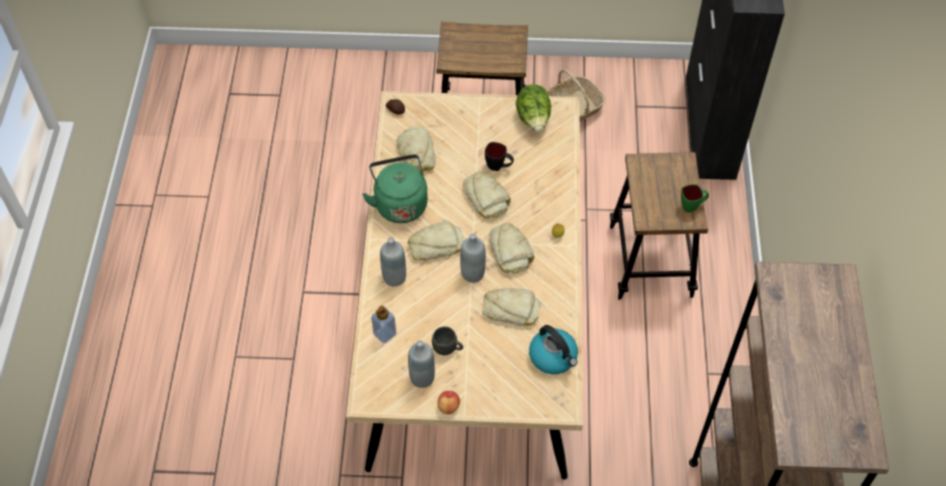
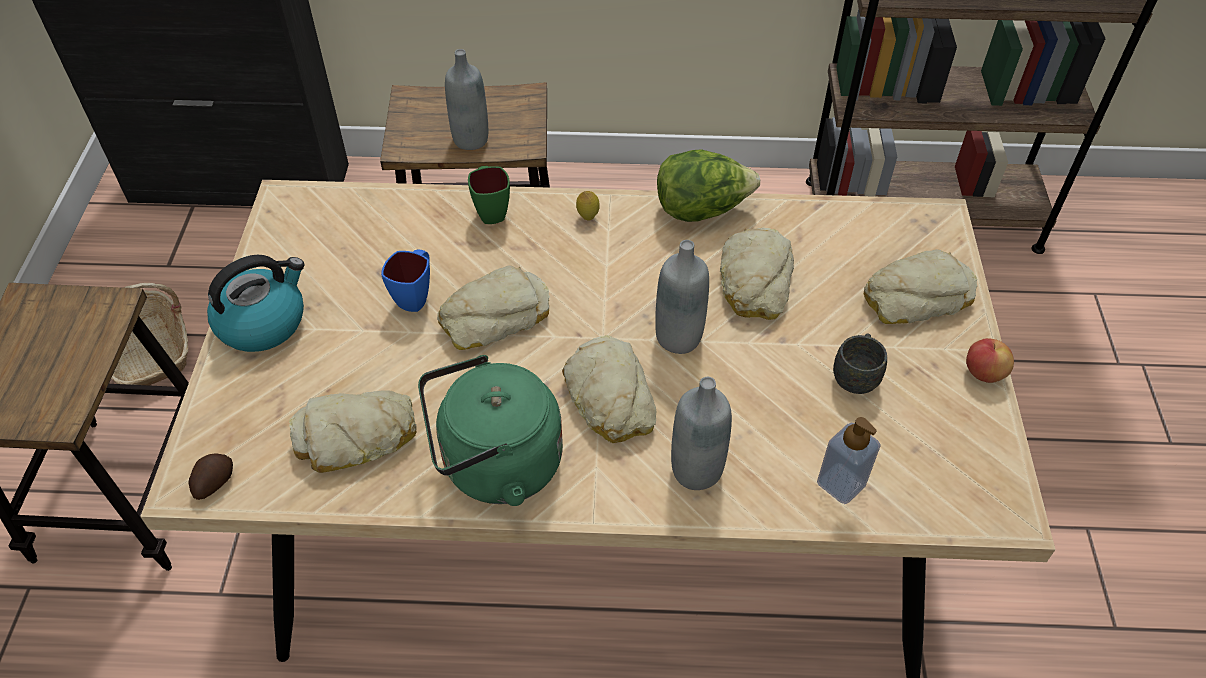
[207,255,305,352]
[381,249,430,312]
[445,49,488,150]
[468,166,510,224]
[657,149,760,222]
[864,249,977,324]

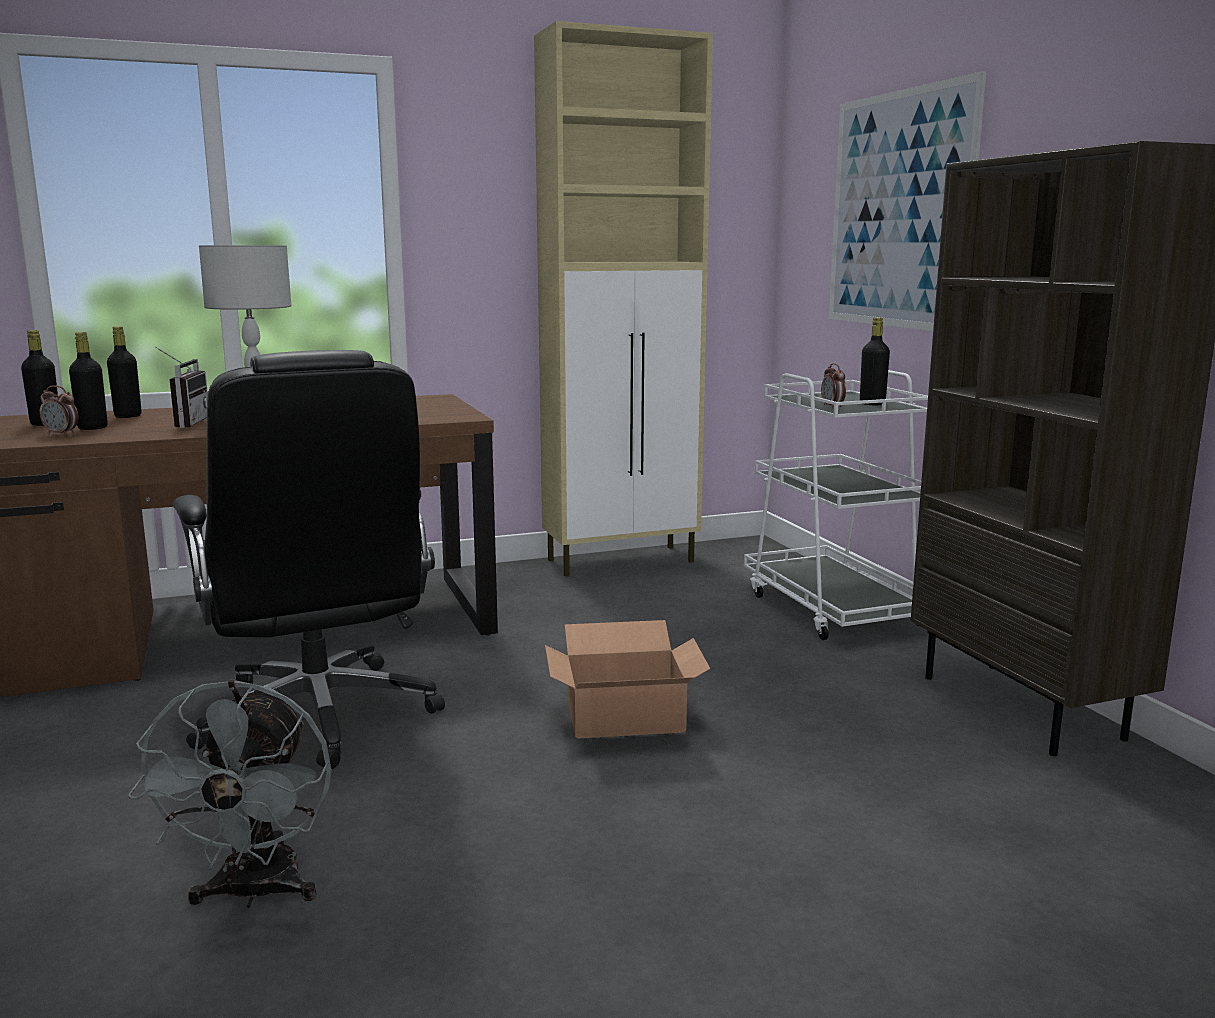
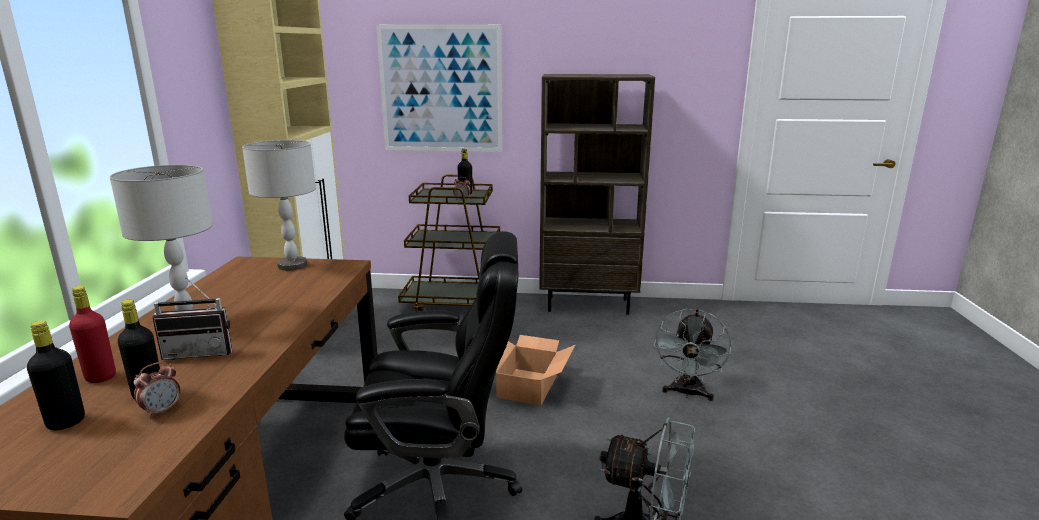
[69,286,116,383]
[153,277,232,360]
[242,140,316,271]
[398,174,500,311]
[653,309,731,401]

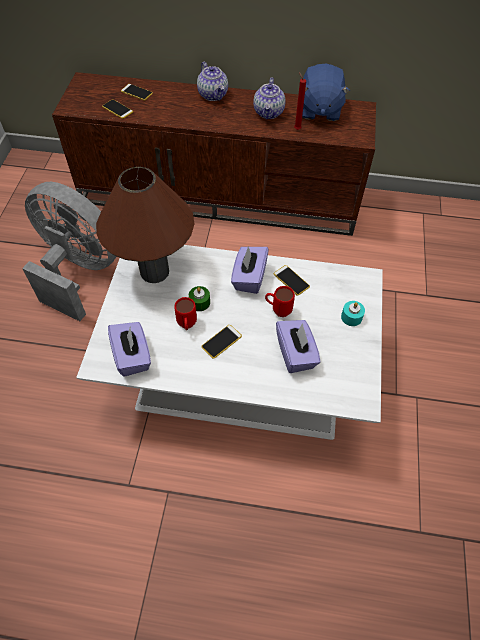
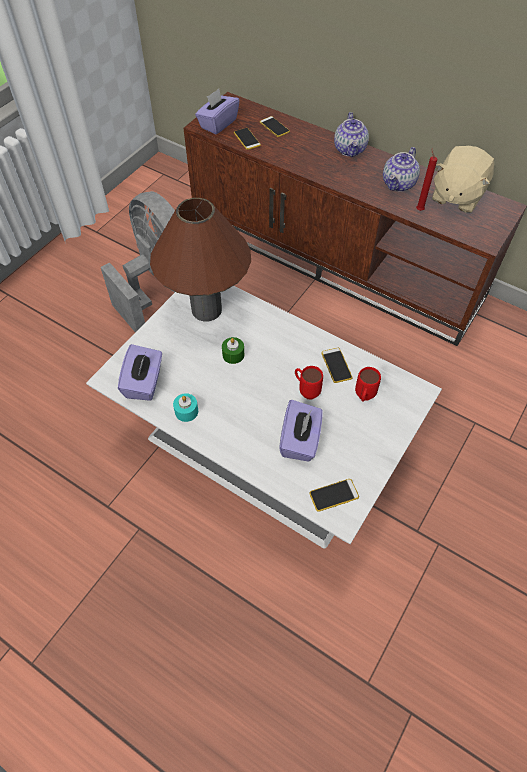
[173,393,198,422]
[195,89,239,134]
[309,479,359,512]
[355,367,381,402]
[432,146,494,213]

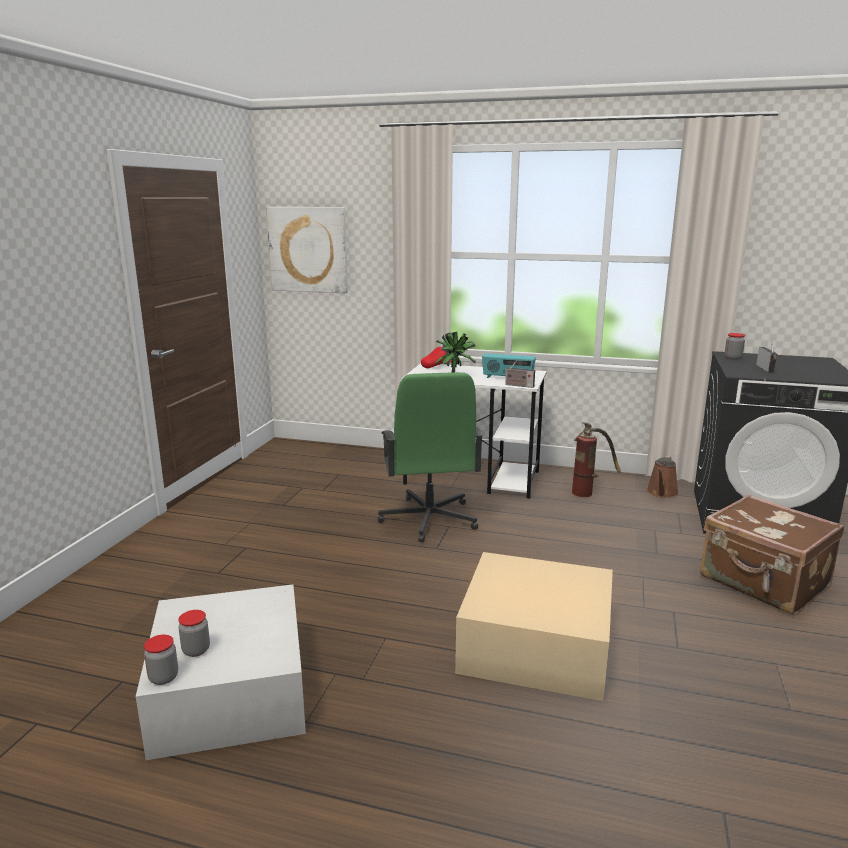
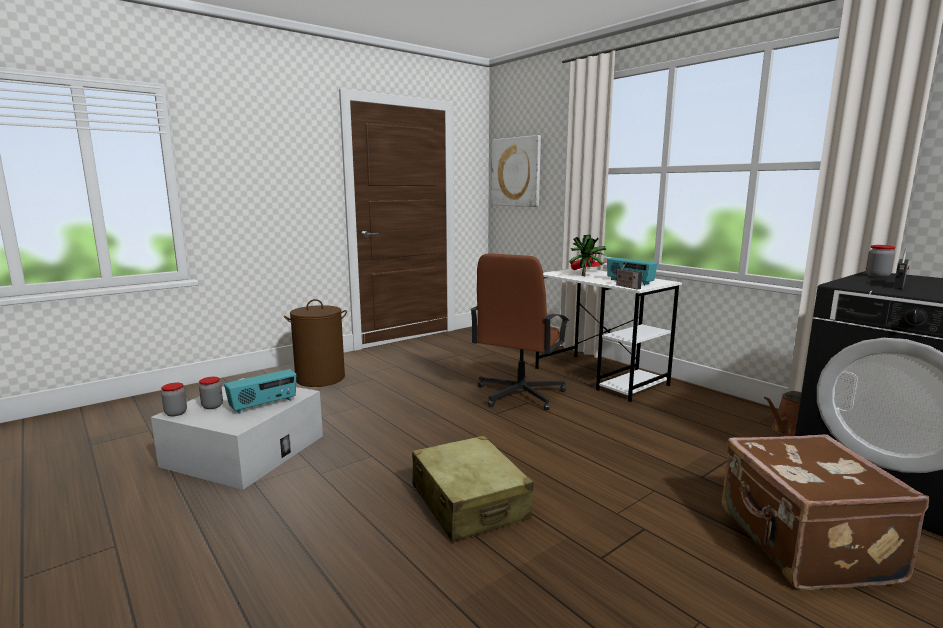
[224,369,296,414]
[284,299,347,387]
[412,435,534,542]
[470,253,569,410]
[572,422,621,497] (first image)

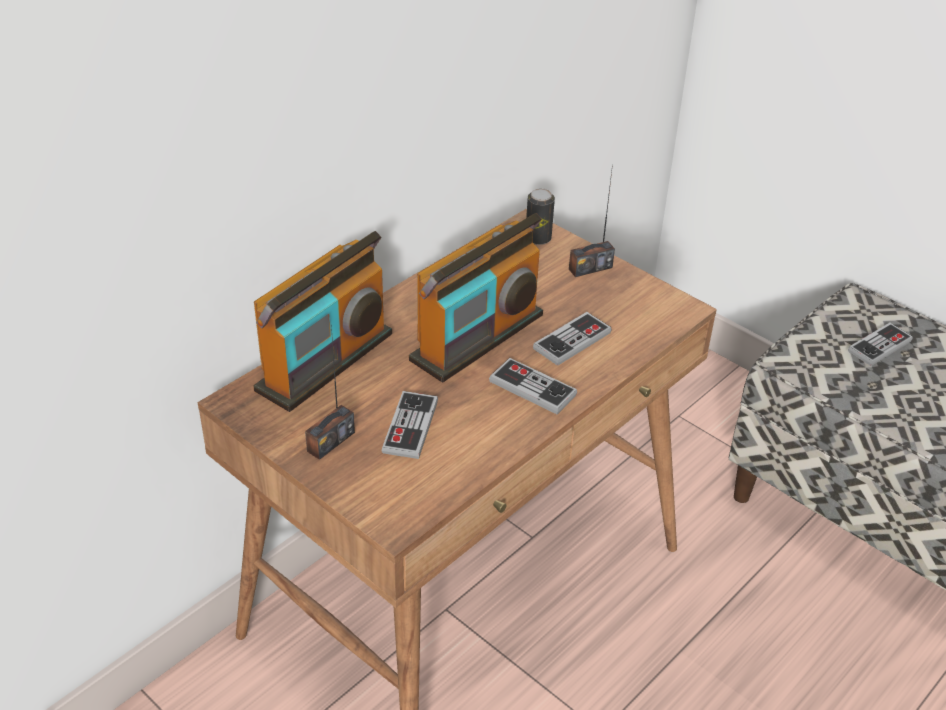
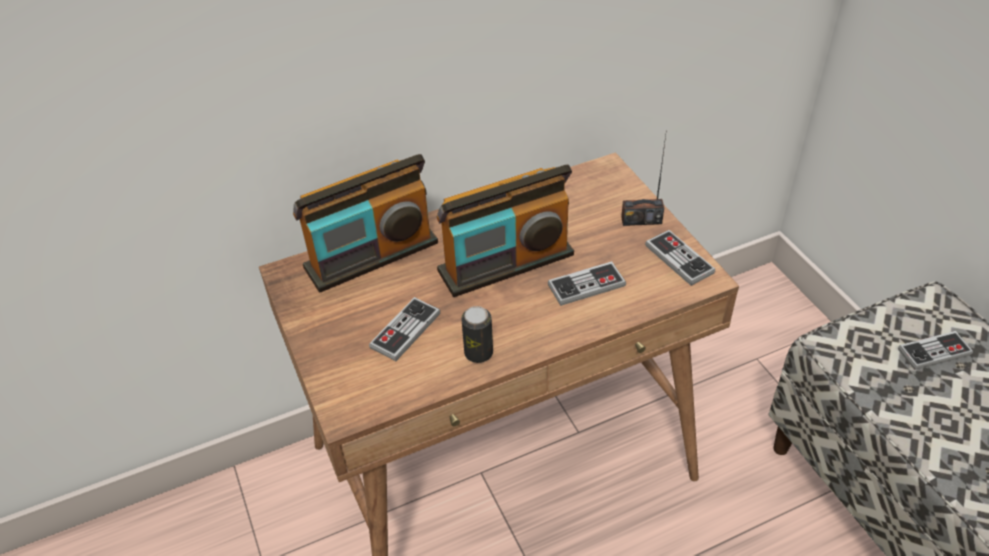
[461,306,493,363]
[645,230,715,286]
[305,324,355,460] (first image)

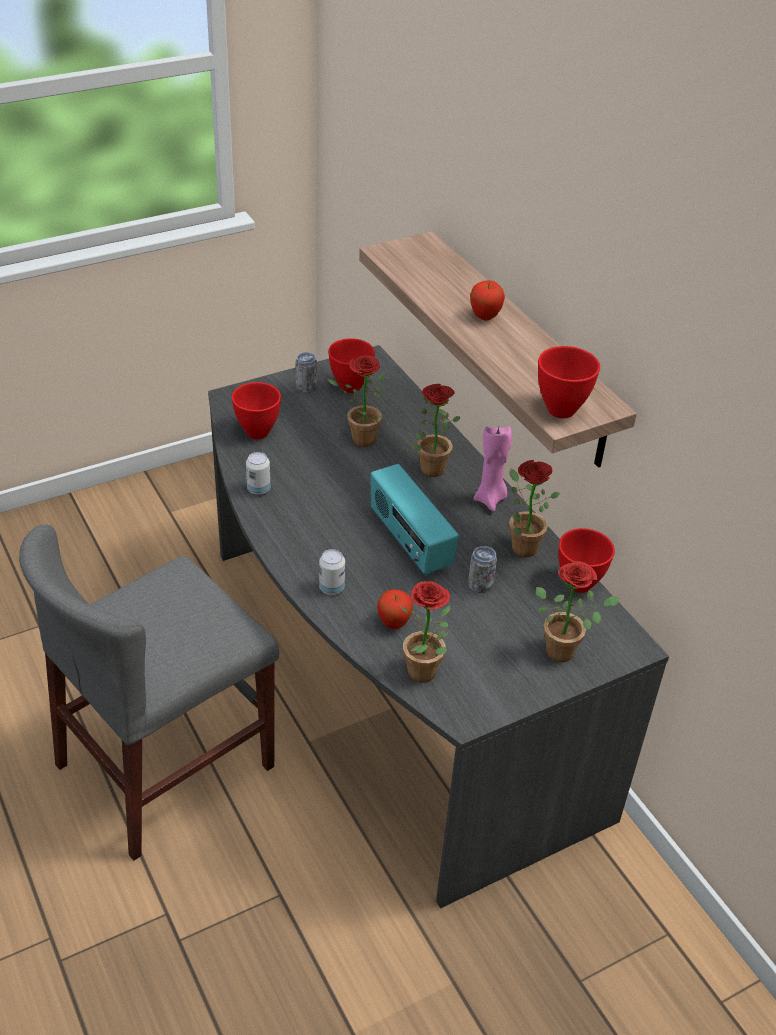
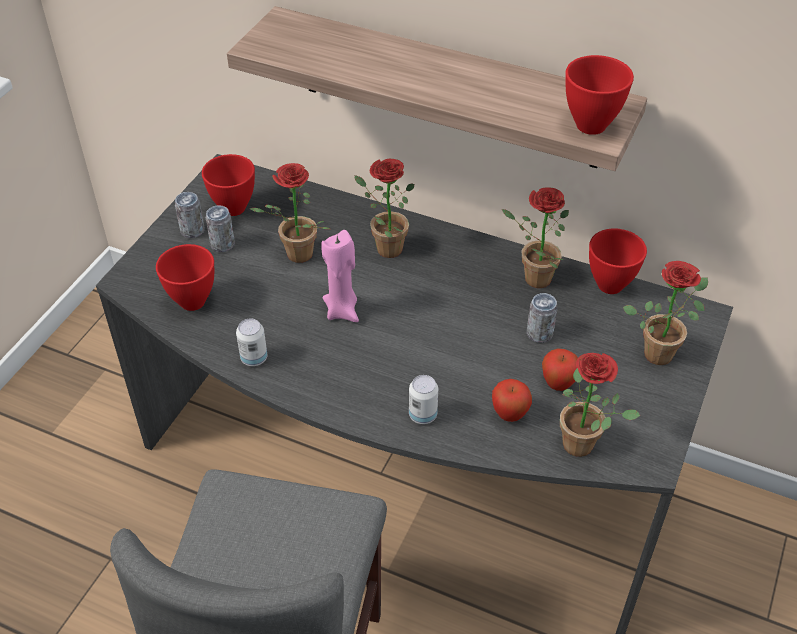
[205,205,235,252]
[321,230,359,322]
[542,348,578,391]
[370,464,459,575] (first image)

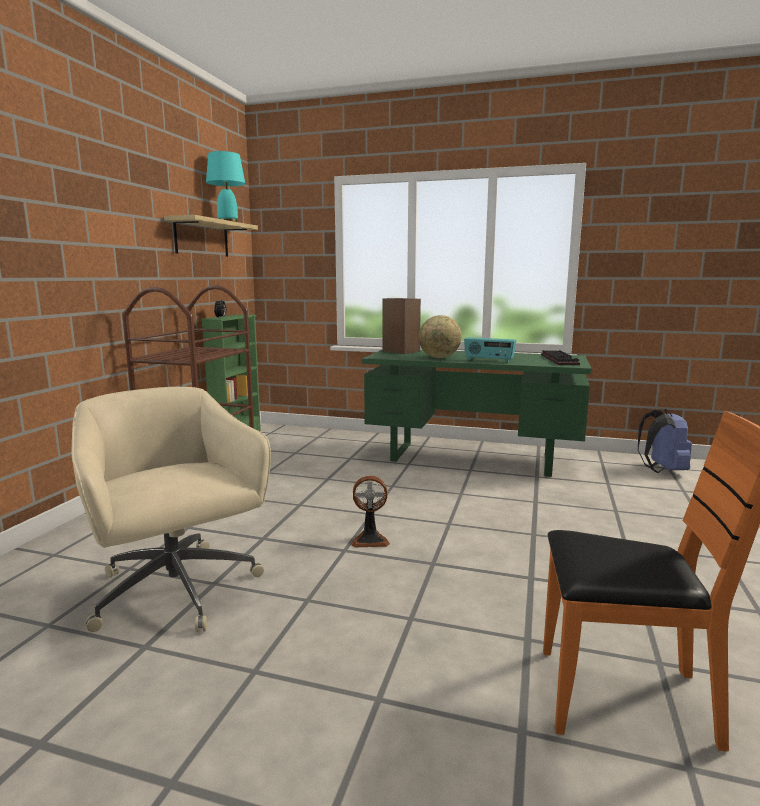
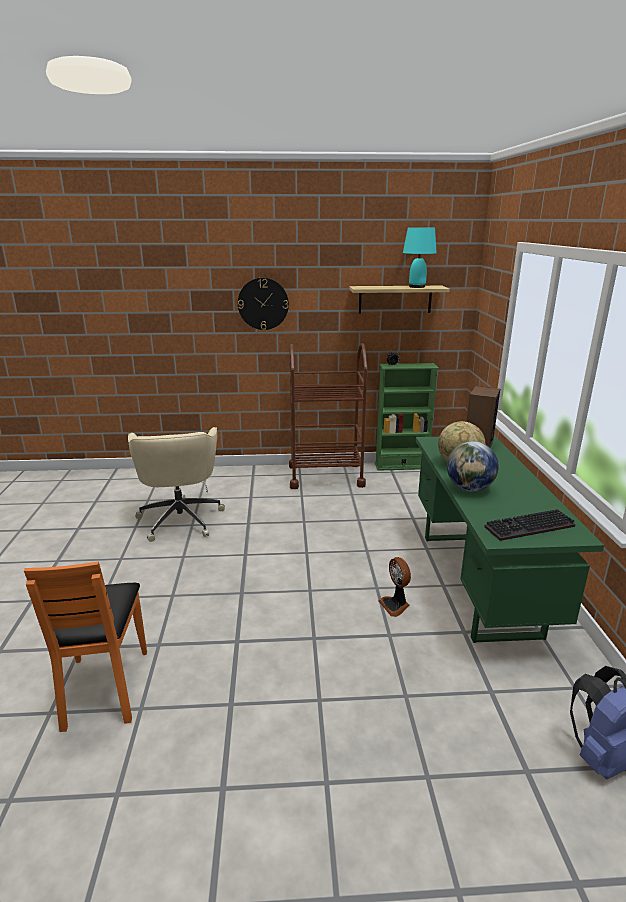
[128,427,225,542]
[238,278,289,330]
[378,557,411,617]
[447,441,499,491]

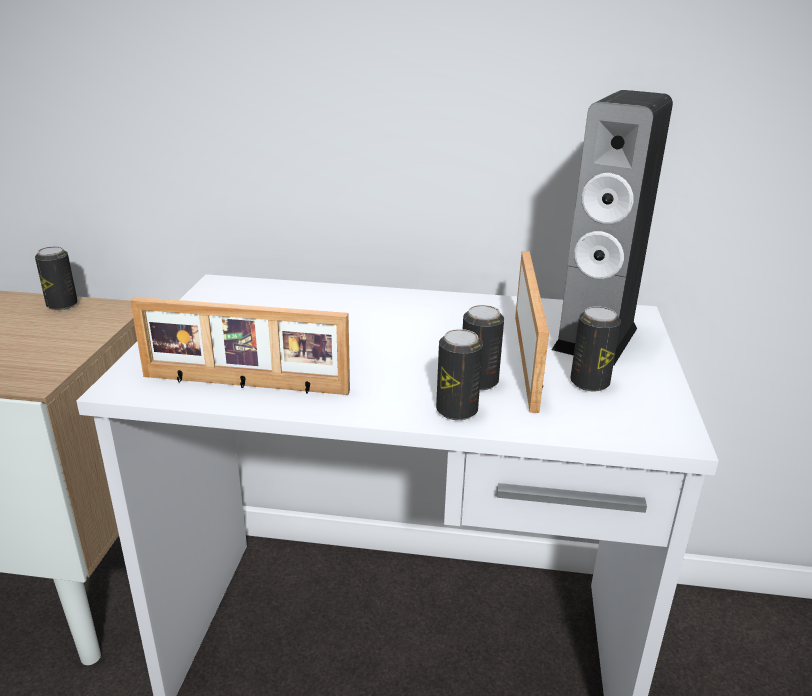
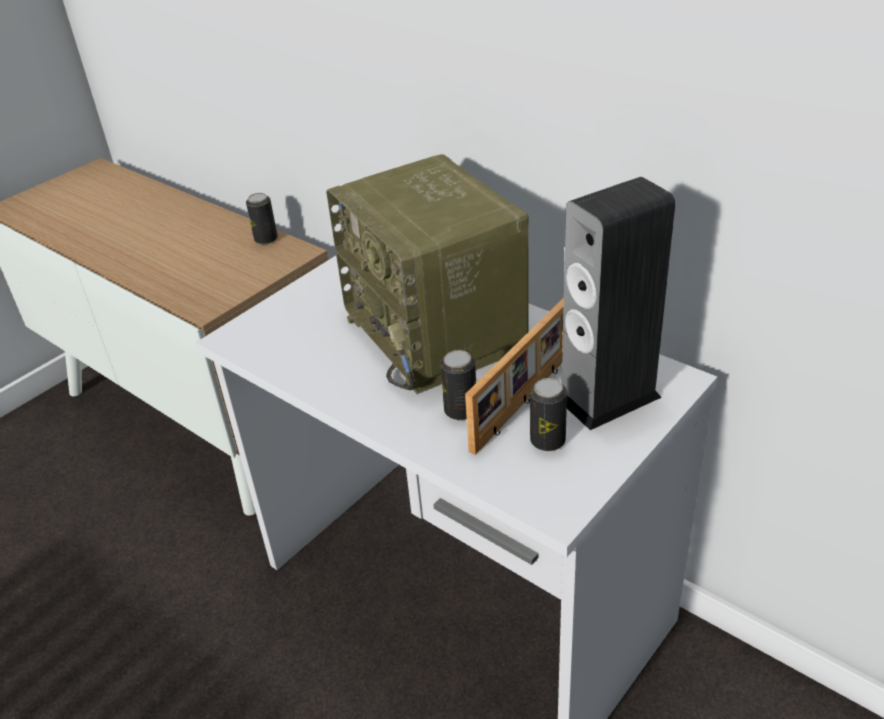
[326,154,529,394]
[130,297,350,395] (first image)
[436,329,483,420] (first image)

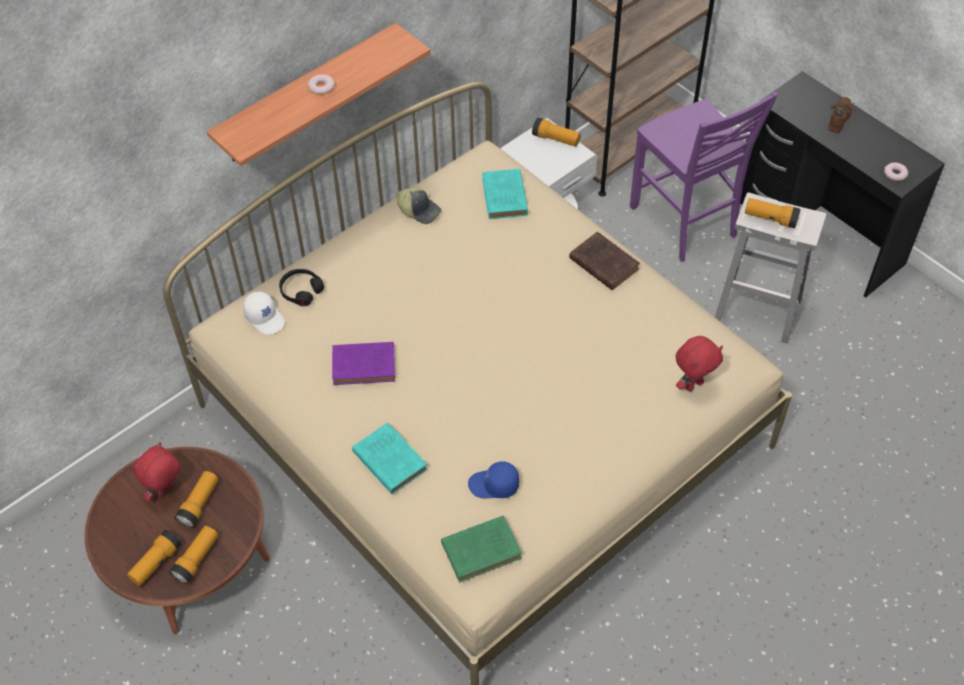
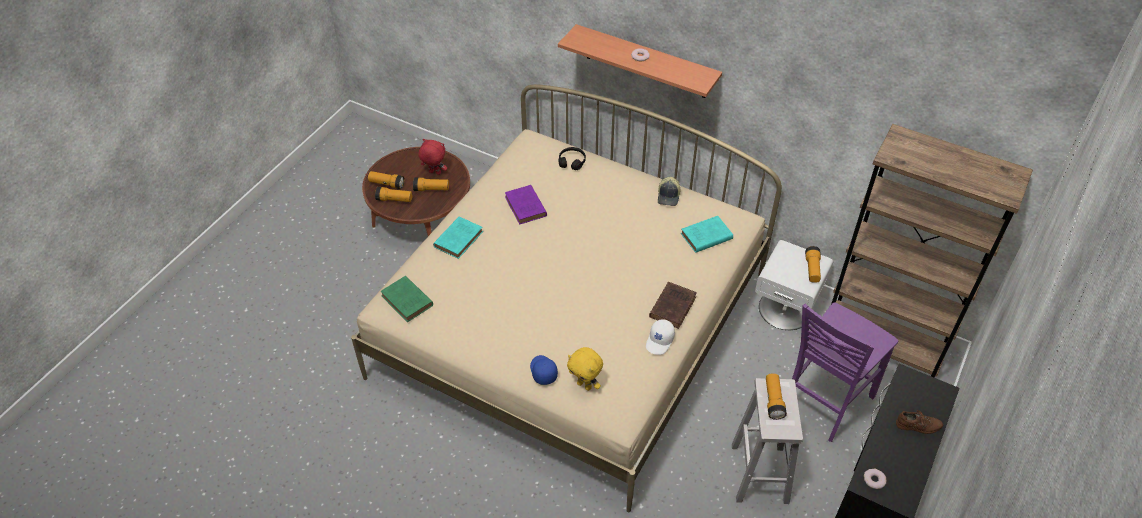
[530,355,558,385]
[567,347,603,391]
[646,319,675,355]

